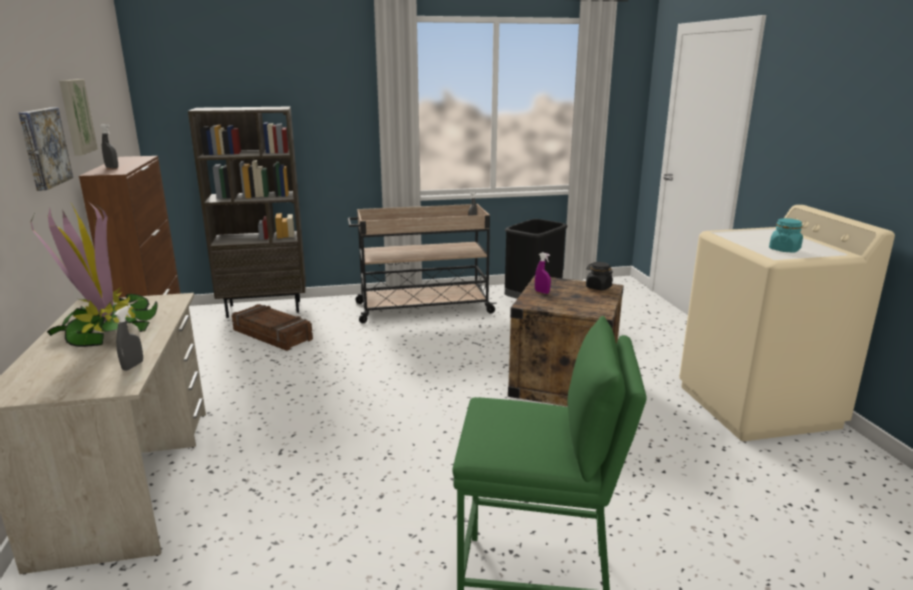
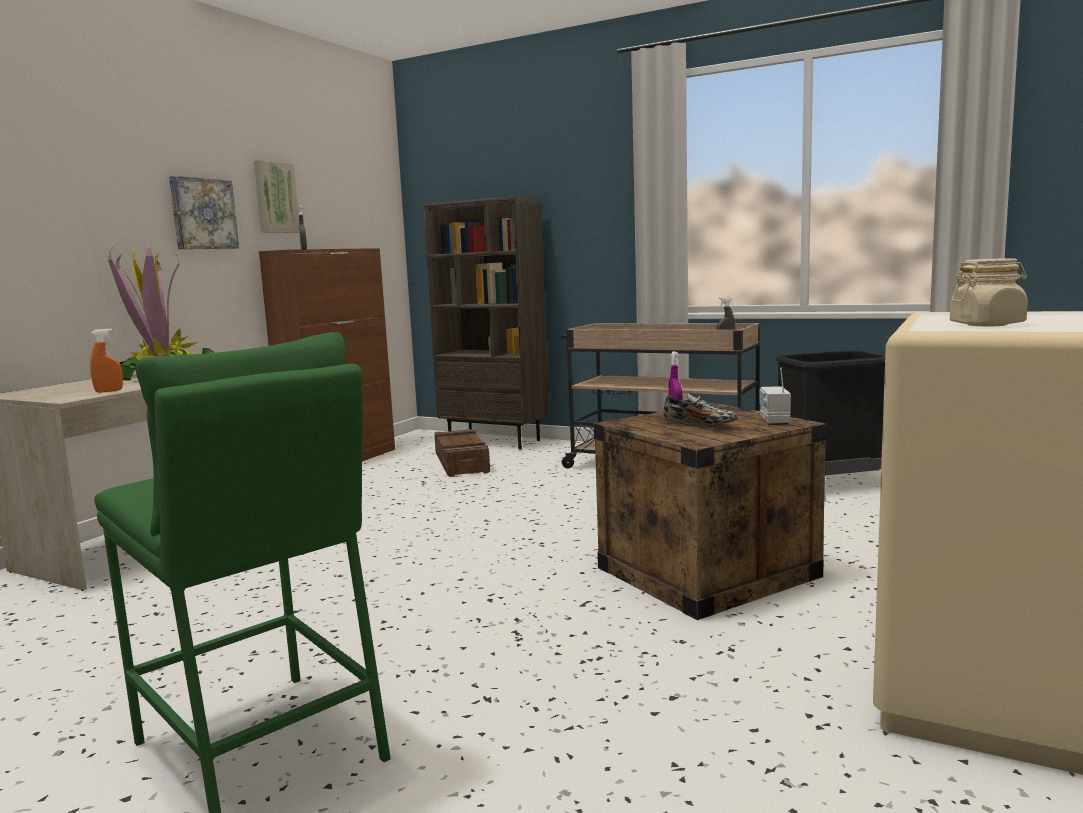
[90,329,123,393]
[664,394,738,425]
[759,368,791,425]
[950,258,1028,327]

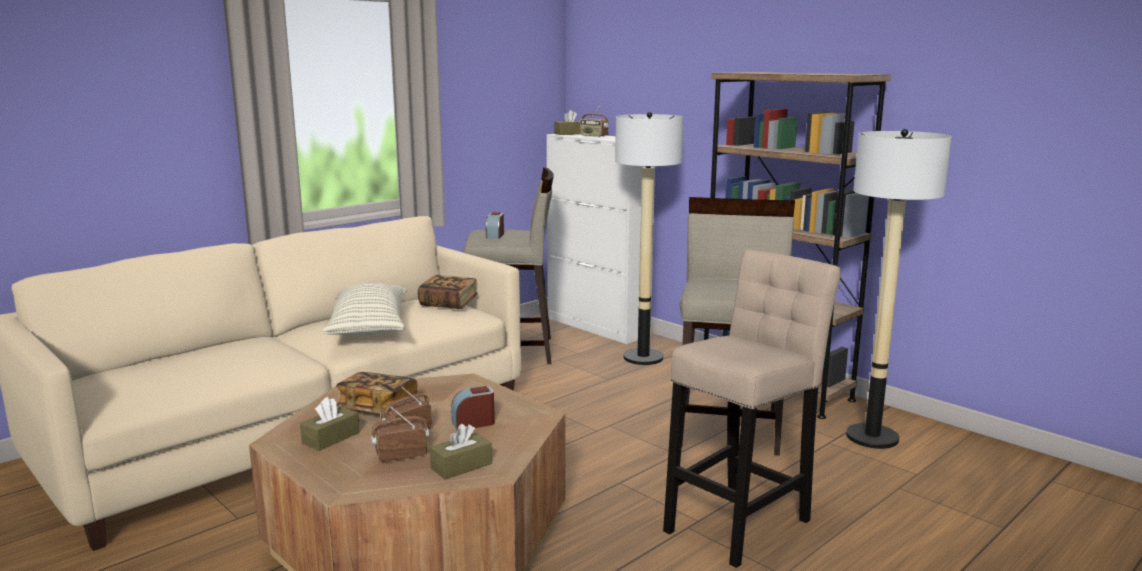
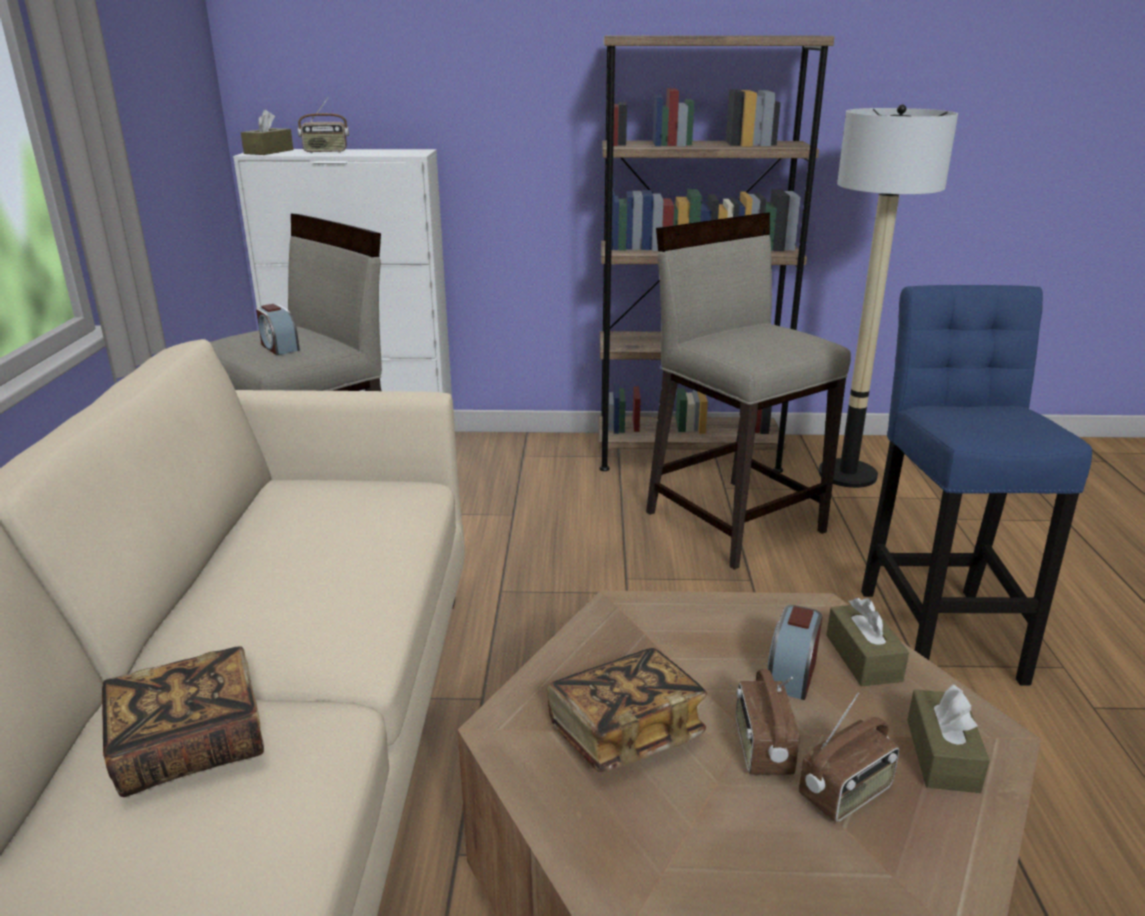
[102,646,264,797]
[799,693,900,822]
[826,598,909,686]
[861,285,1092,686]
[323,283,407,335] (first image)
[615,112,683,365] (first image)

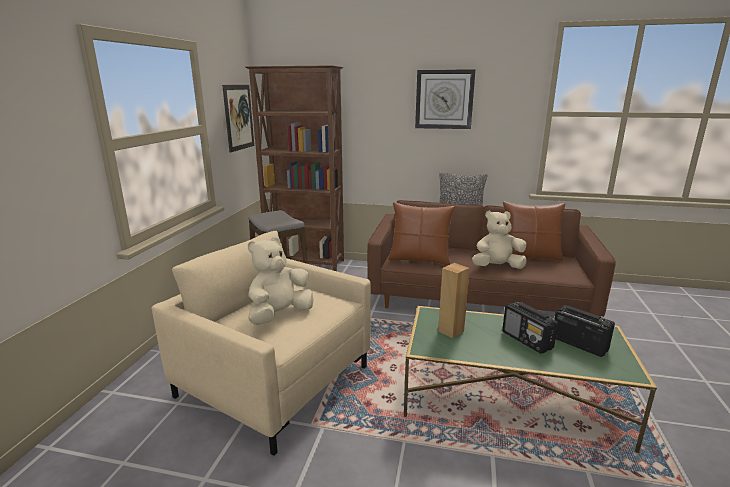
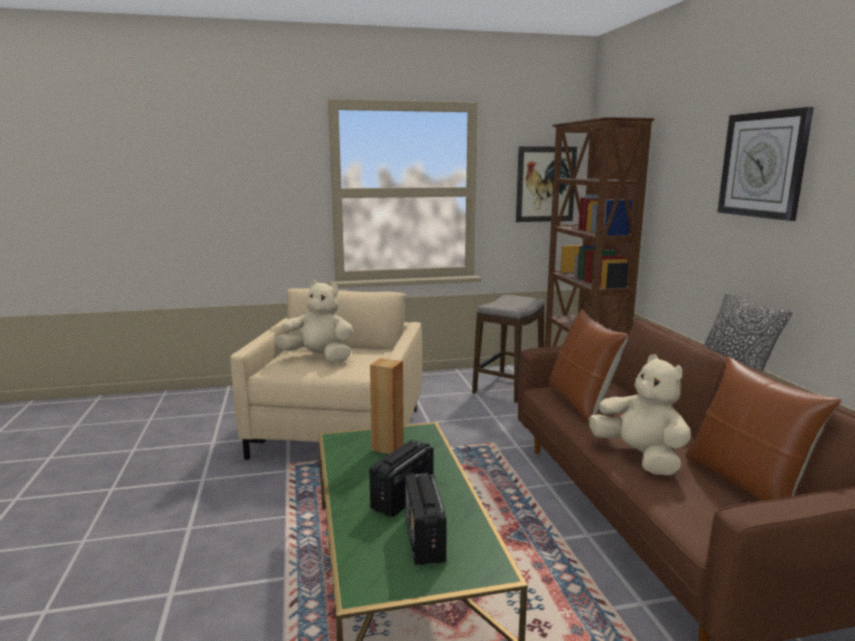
[405,473,447,565]

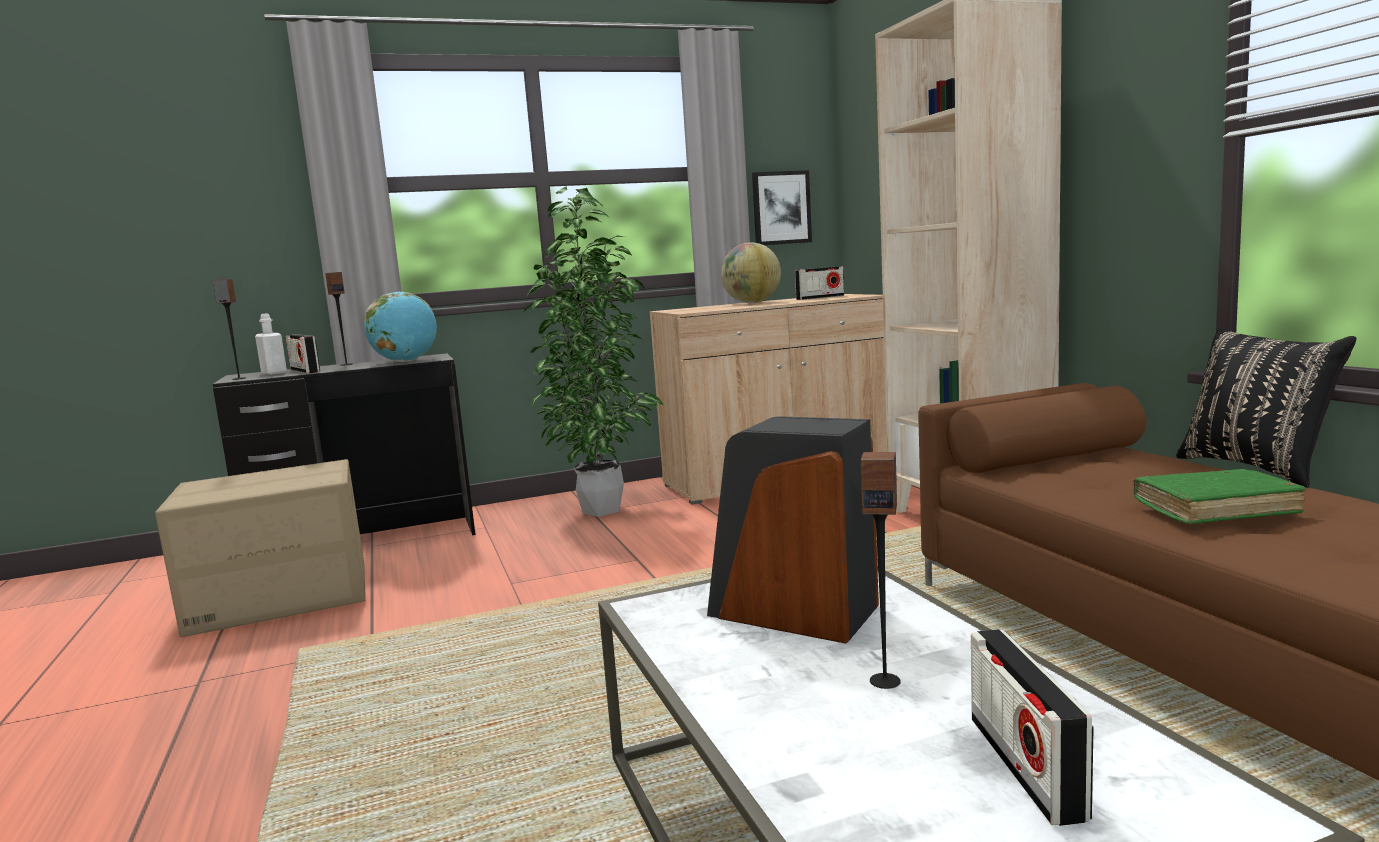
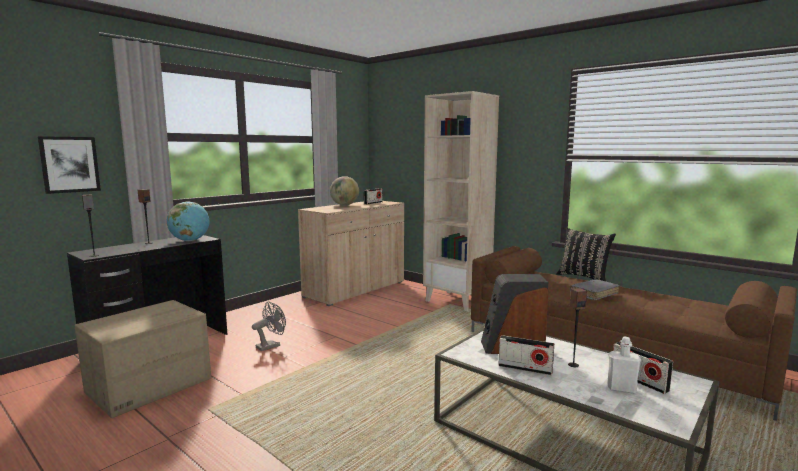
[38,136,101,194]
[252,301,286,351]
[498,335,554,375]
[570,280,619,300]
[607,337,641,394]
[523,186,663,517] (first image)

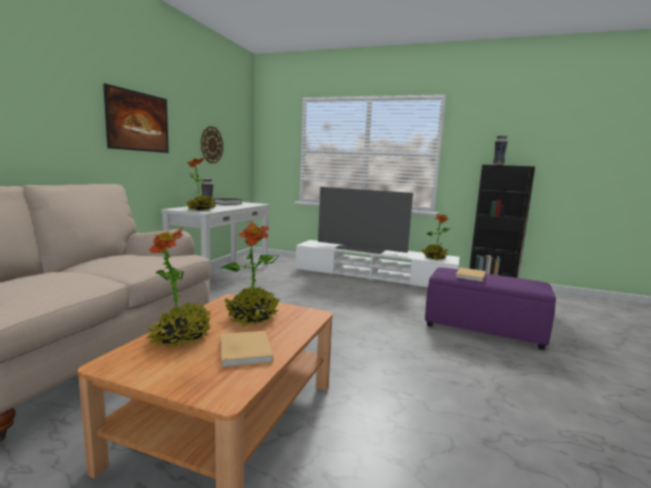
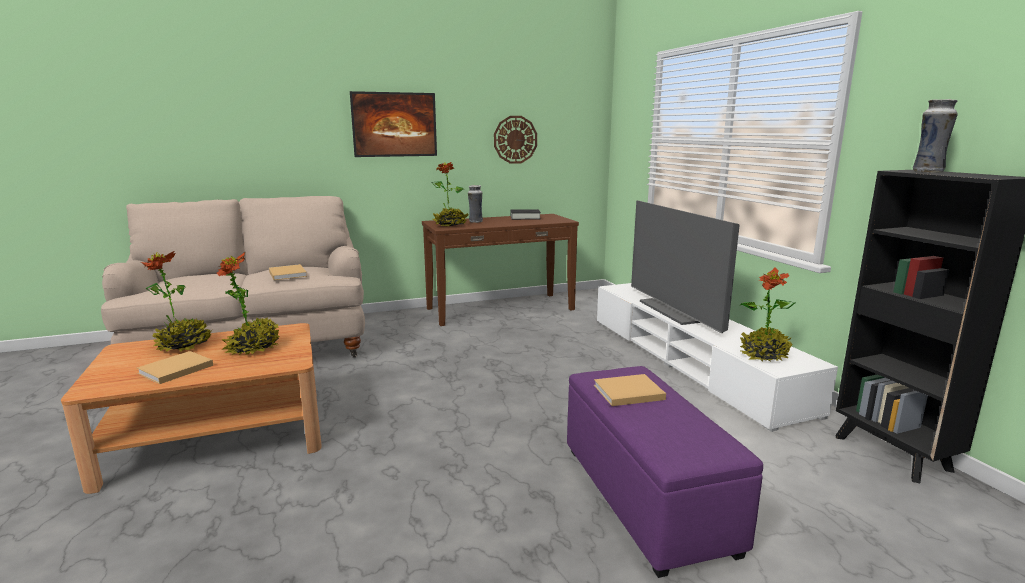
[269,264,307,280]
[422,214,579,326]

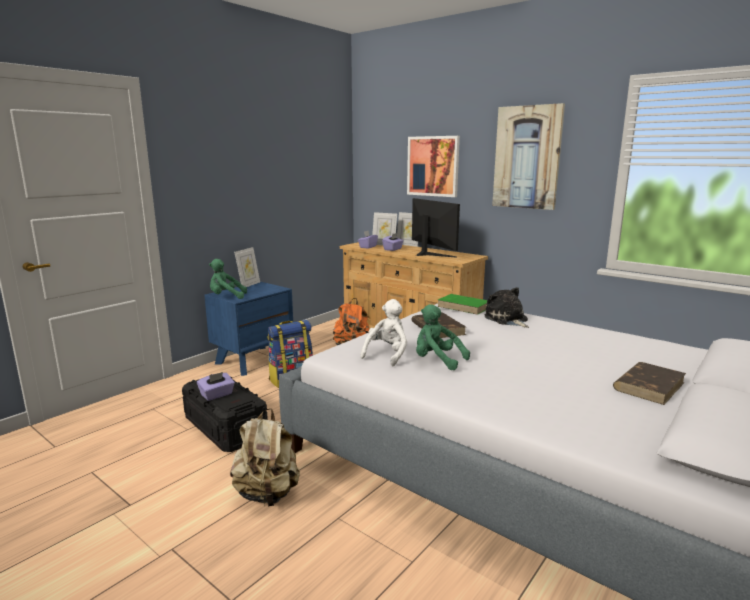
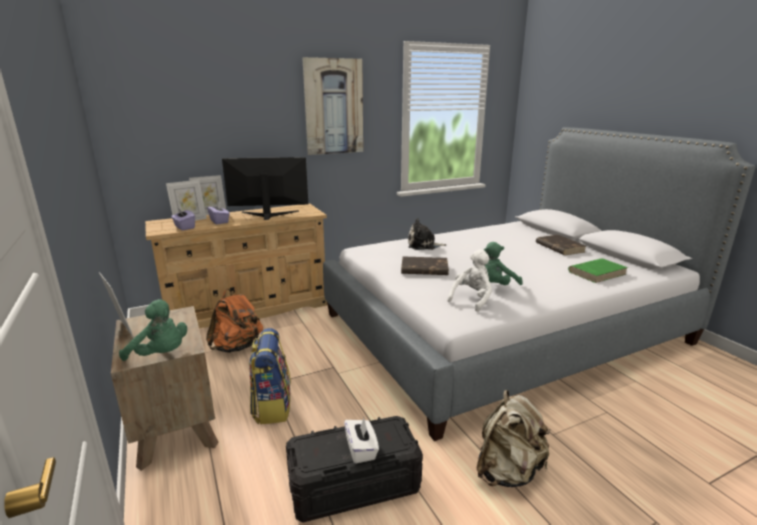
[111,306,218,471]
[119,299,187,361]
[344,418,379,464]
[447,249,492,312]
[568,258,628,283]
[407,136,460,197] (first image)

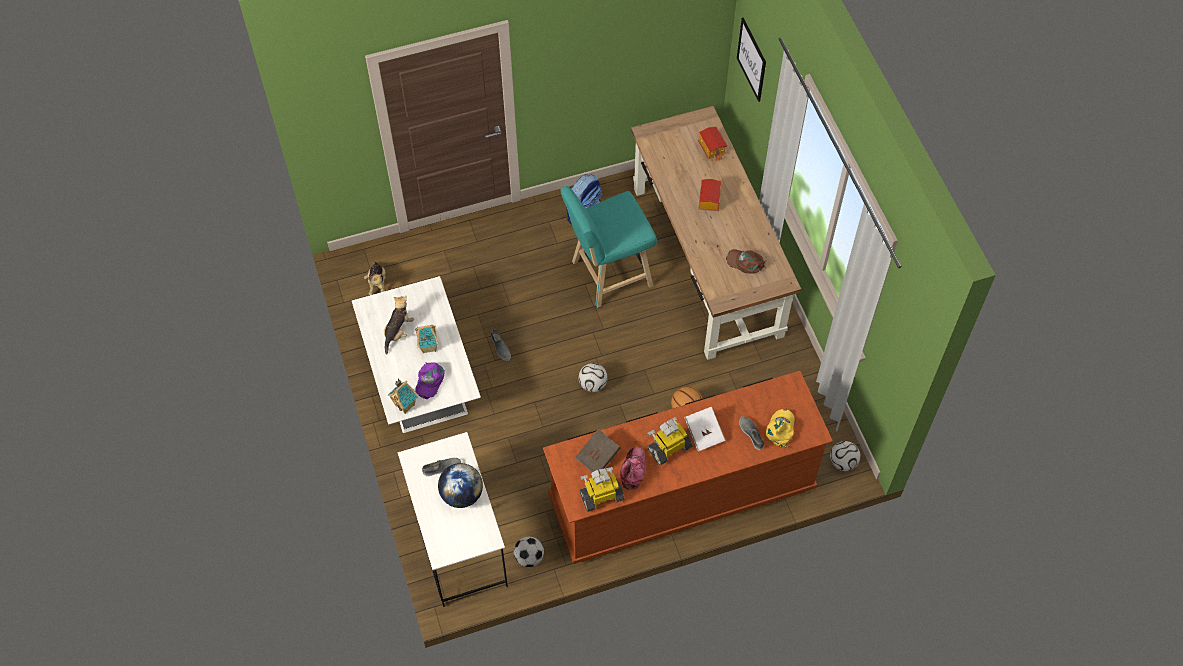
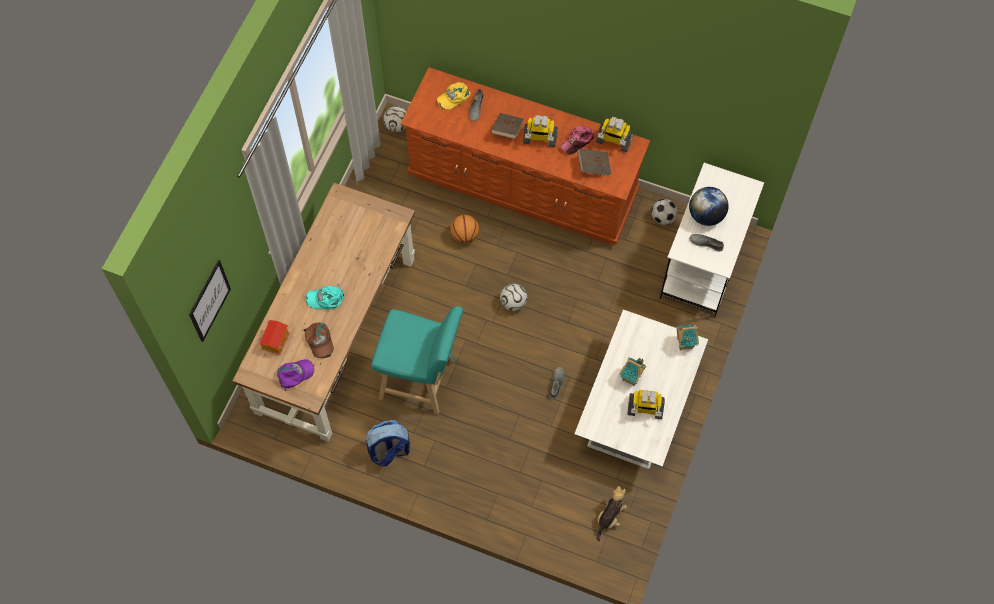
[277,359,315,391]
[303,323,334,358]
[306,286,344,310]
[491,113,524,139]
[627,390,665,419]

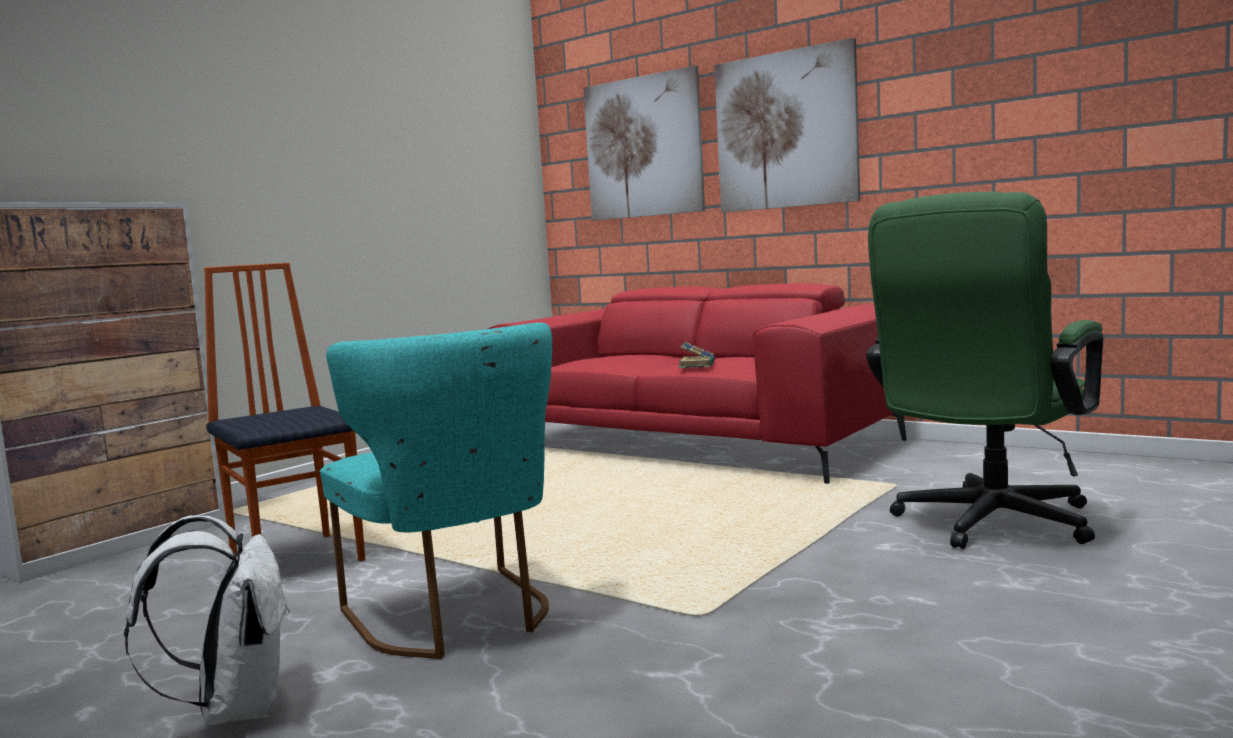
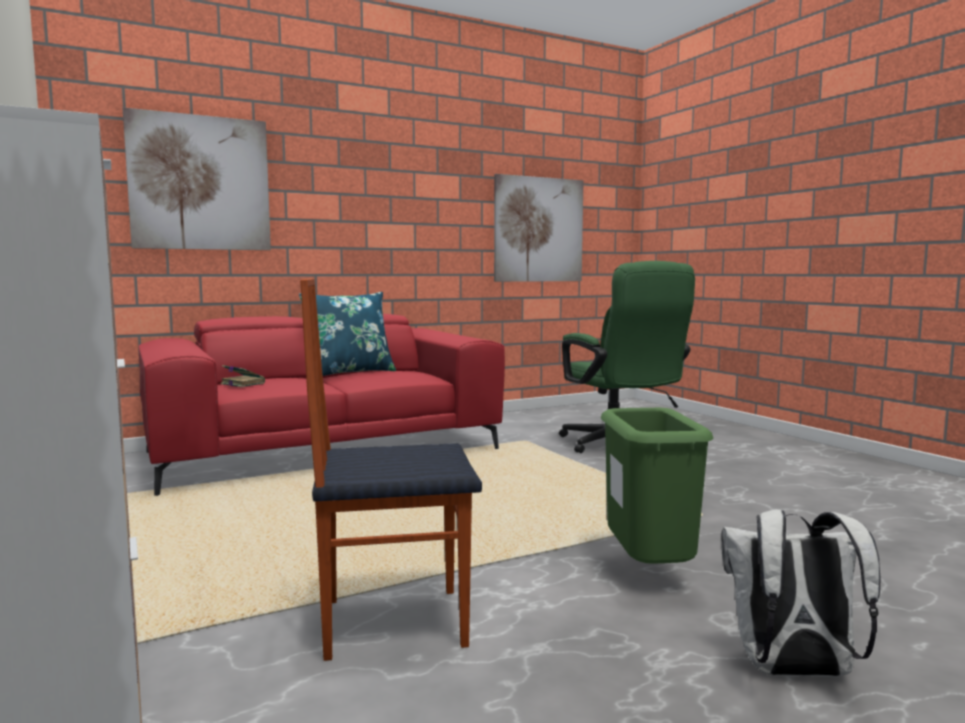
[220,365,265,387]
[299,292,396,376]
[494,174,584,282]
[601,408,713,564]

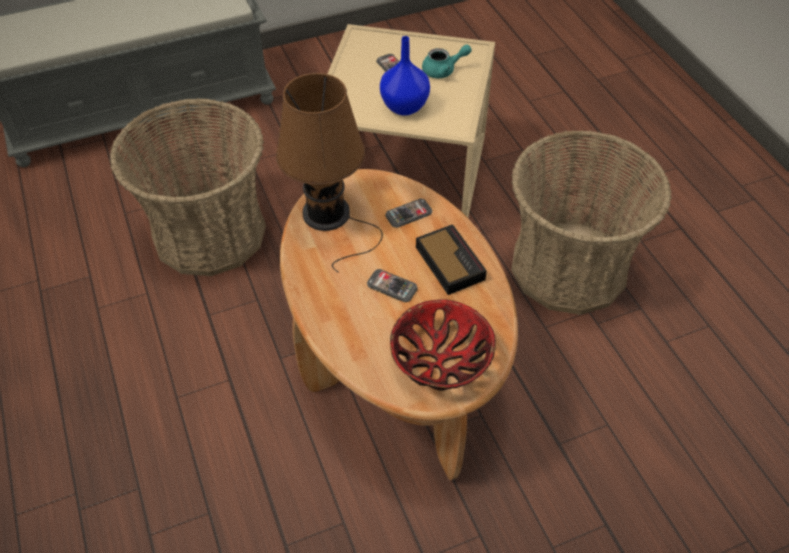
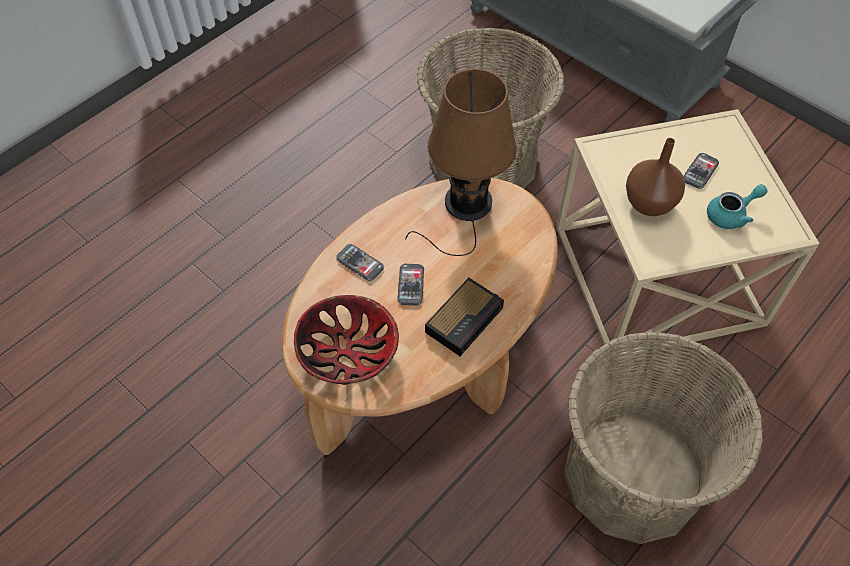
[336,244,384,281]
[626,138,685,216]
[707,184,768,229]

